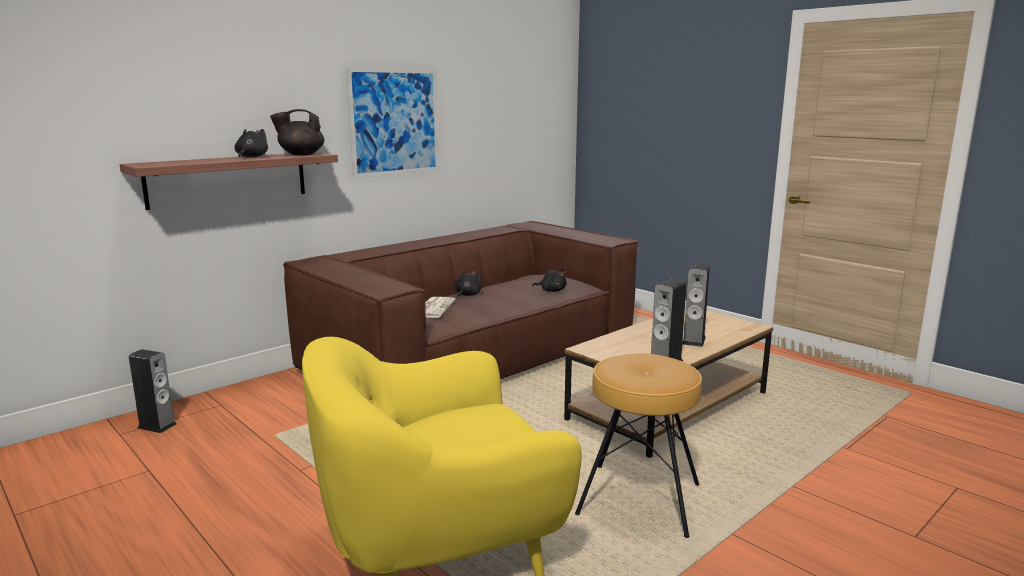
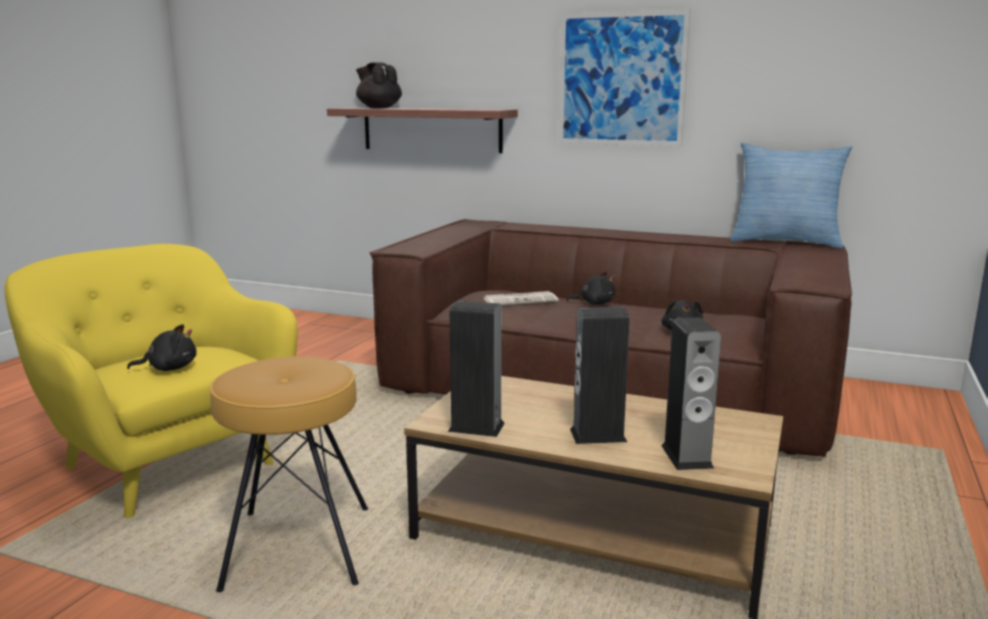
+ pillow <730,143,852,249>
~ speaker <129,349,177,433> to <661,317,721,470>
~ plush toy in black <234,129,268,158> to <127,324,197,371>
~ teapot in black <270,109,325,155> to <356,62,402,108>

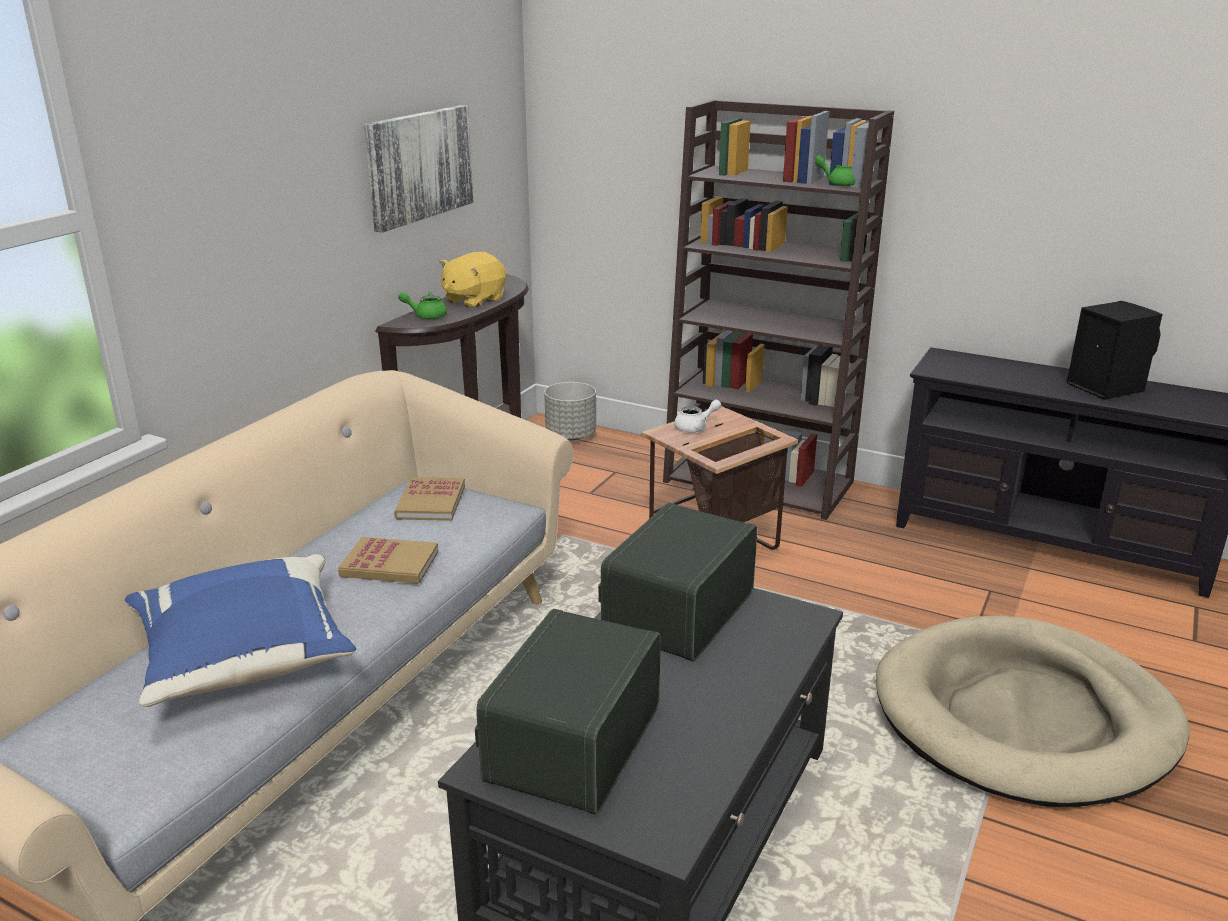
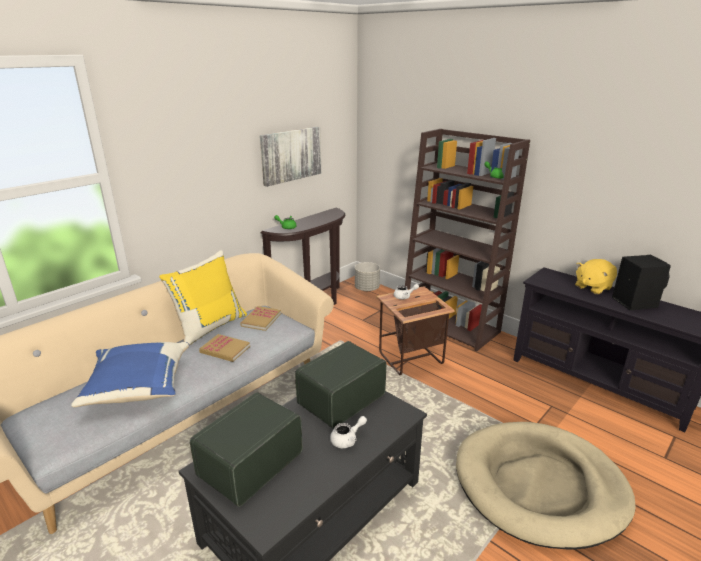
+ pillow in yellow <159,250,247,345>
+ teapot in white <330,416,367,448>
~ plush toy in yellow <440,252,506,308> to <575,259,617,294>

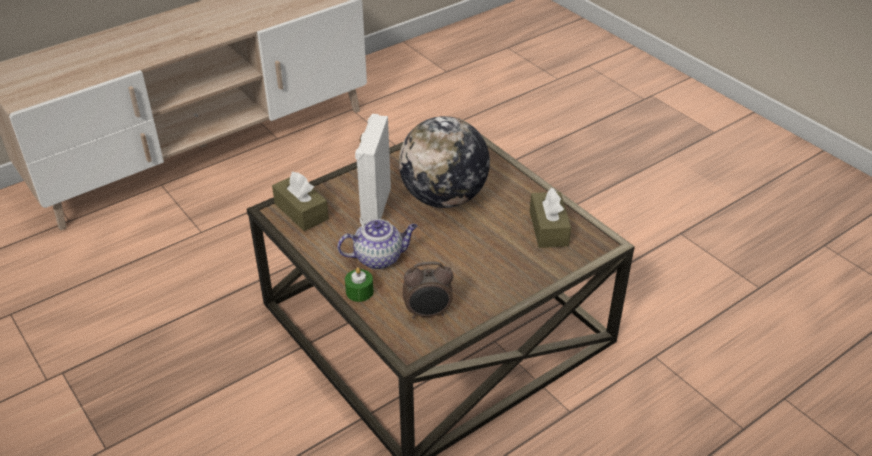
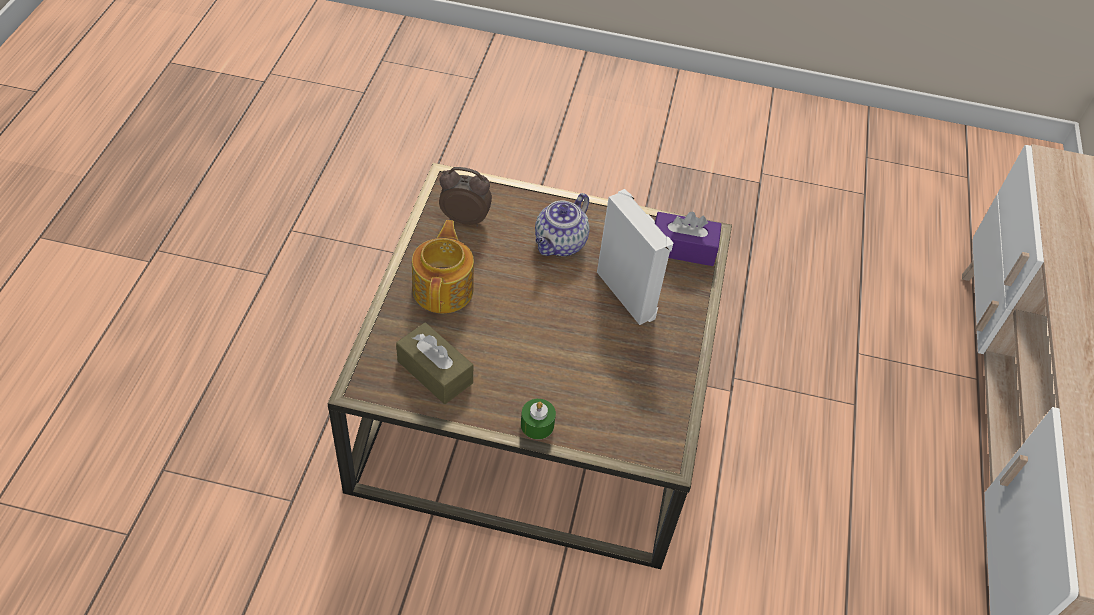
- globe <399,116,490,208>
+ teapot <412,220,474,314>
~ candle in green <345,267,374,302> to <521,399,556,439>
~ tissue box in brown <272,172,329,231> to tissue box in purple <655,211,722,266>
~ alarm clock <403,261,453,319> = <439,167,492,227> 60 degrees clockwise

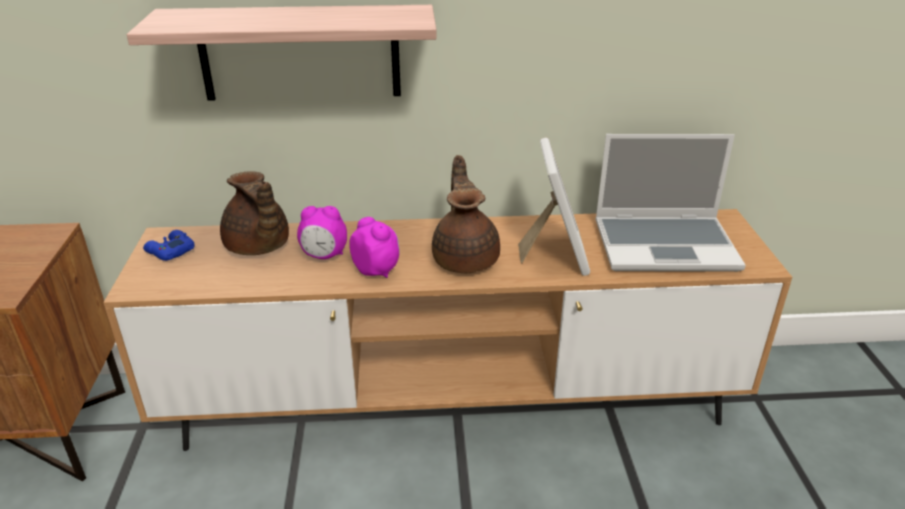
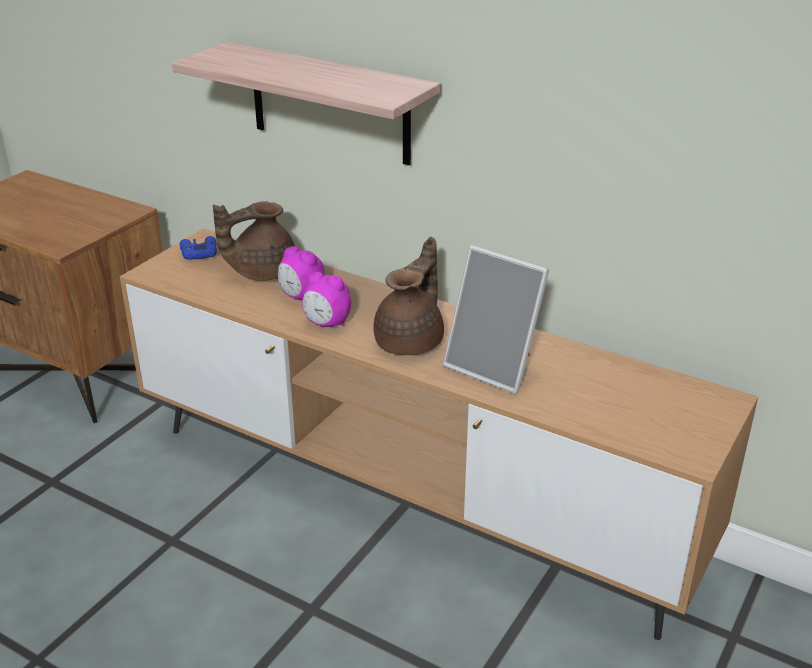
- laptop <595,134,746,272>
~ teapot in brown <220,171,289,255> = <213,201,295,281> 60 degrees clockwise
~ alarm clock <349,217,399,278> = <302,272,351,327> 120 degrees clockwise
~ picture frame <518,137,590,276> = <443,245,549,394> 90 degrees clockwise

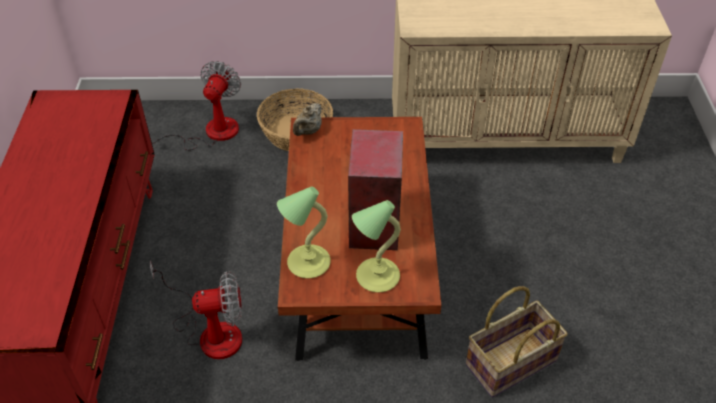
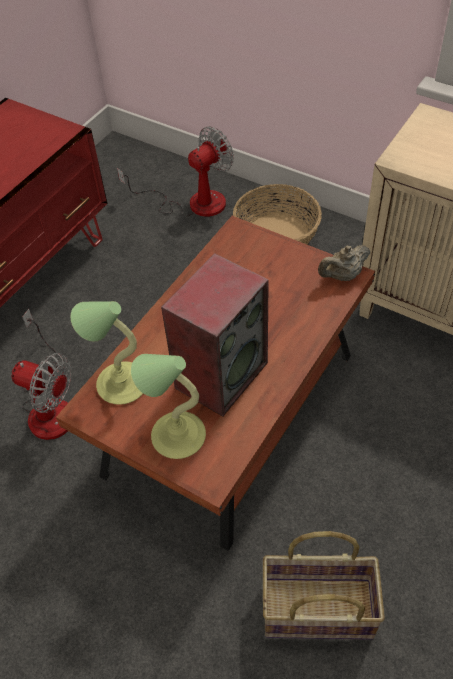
~ teapot in beige <293,103,322,136> to <318,245,370,281>

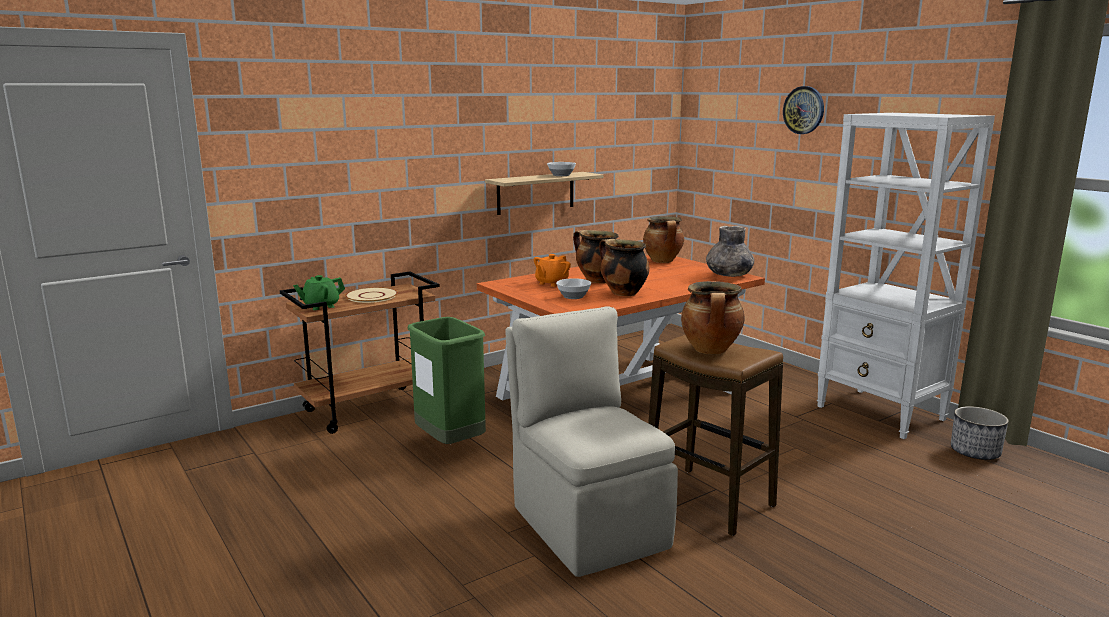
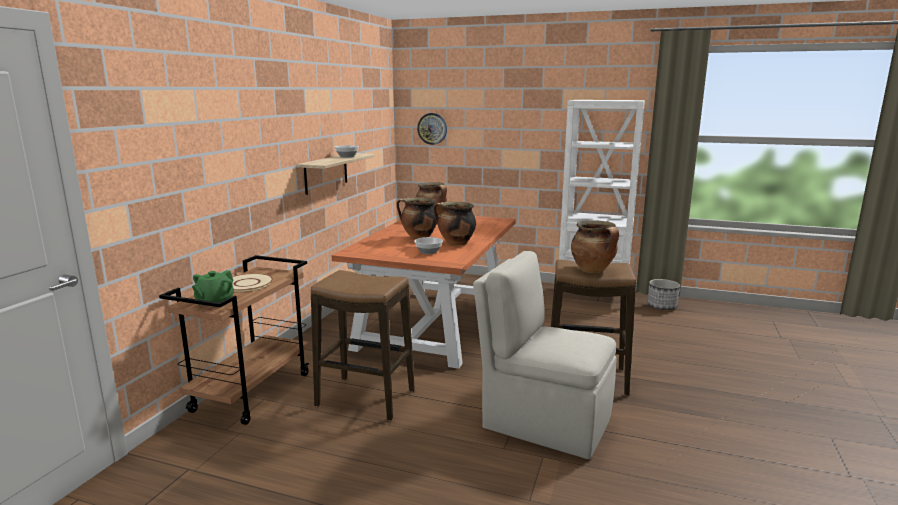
- teapot in orange <534,254,571,287>
- vase in grey <706,226,754,277>
~ wall clock <783,86,824,134> to <417,113,447,145>
~ trash can in green <407,317,486,444> to stool <311,270,415,420>

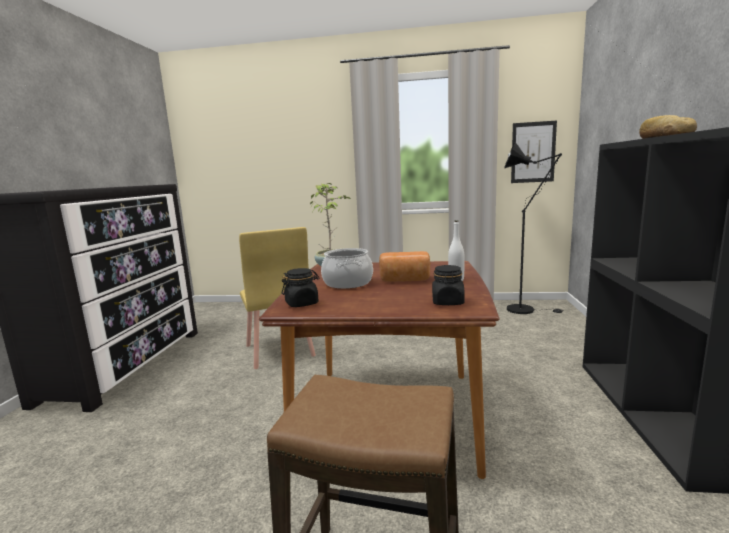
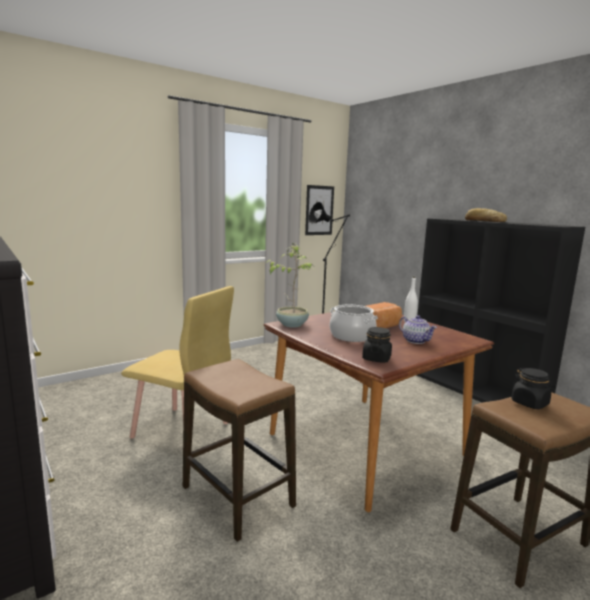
+ stool <183,359,296,542>
+ teapot <399,315,437,344>
~ jar in black <432,265,464,305> to <511,368,555,409>

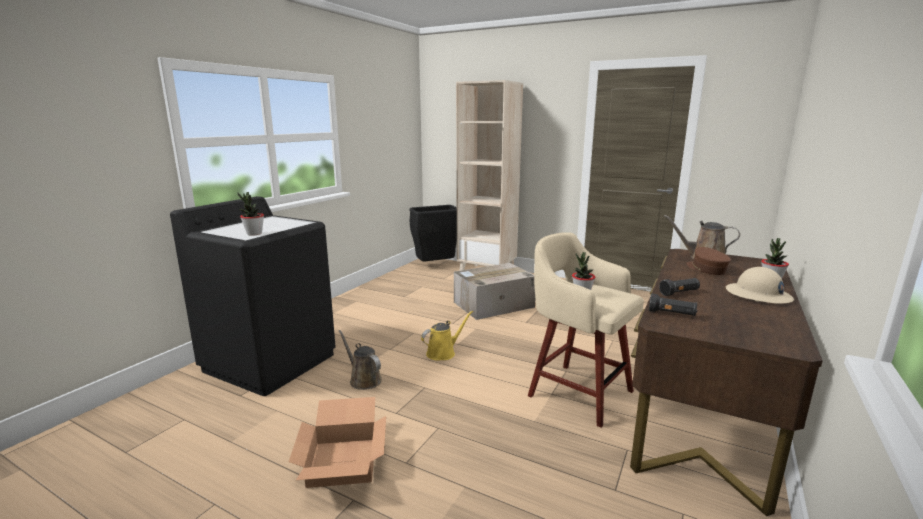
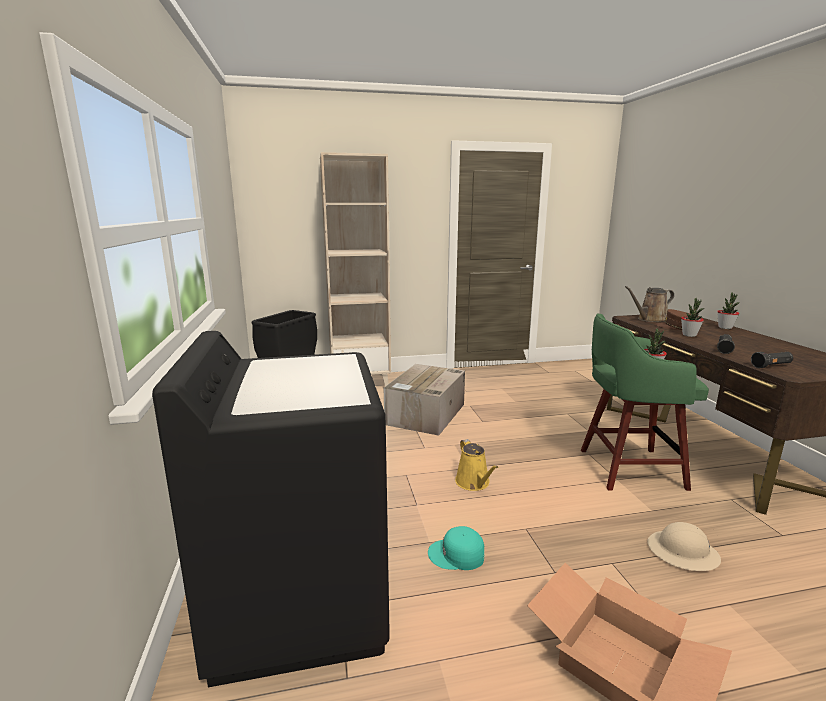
~ potted plant <238,192,264,236> to <681,298,704,337>
~ hard hat in beige <726,267,794,304> to <647,522,721,571>
~ watering can in brown <339,330,382,390> to cap in turquoise <428,526,484,570>
~ stool in beige <528,232,644,428> to stool in green <581,313,709,491>
~ watering can in yellow <421,311,473,361> = <455,439,498,491> 150 degrees clockwise

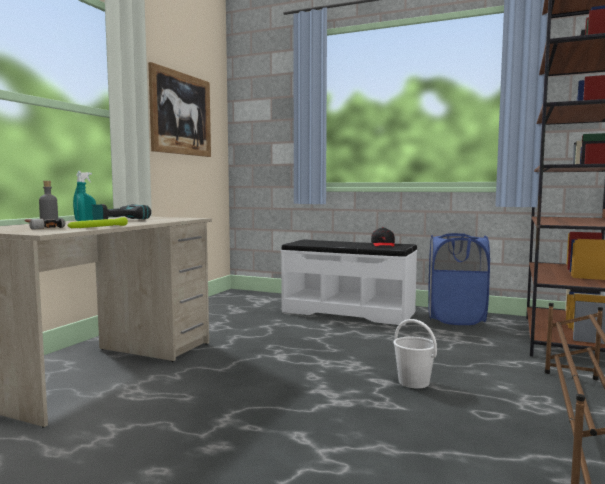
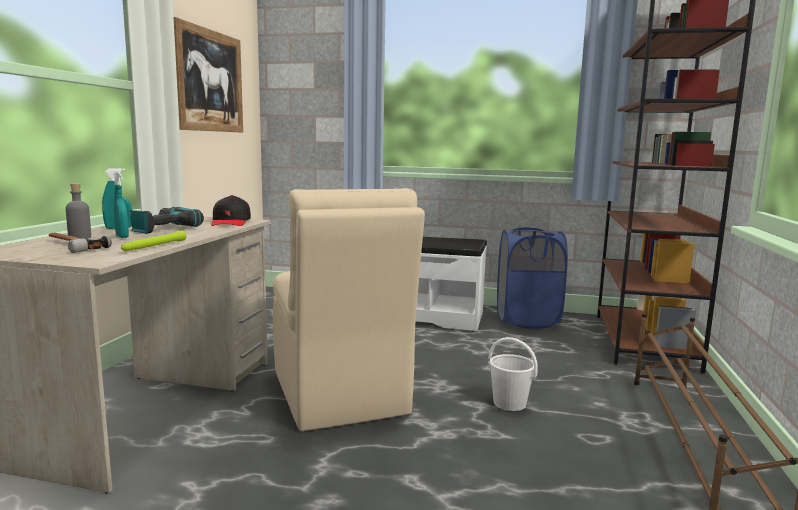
+ chair in beige <273,188,425,431>
~ cap in black <371,227,395,247> to <211,195,251,226>

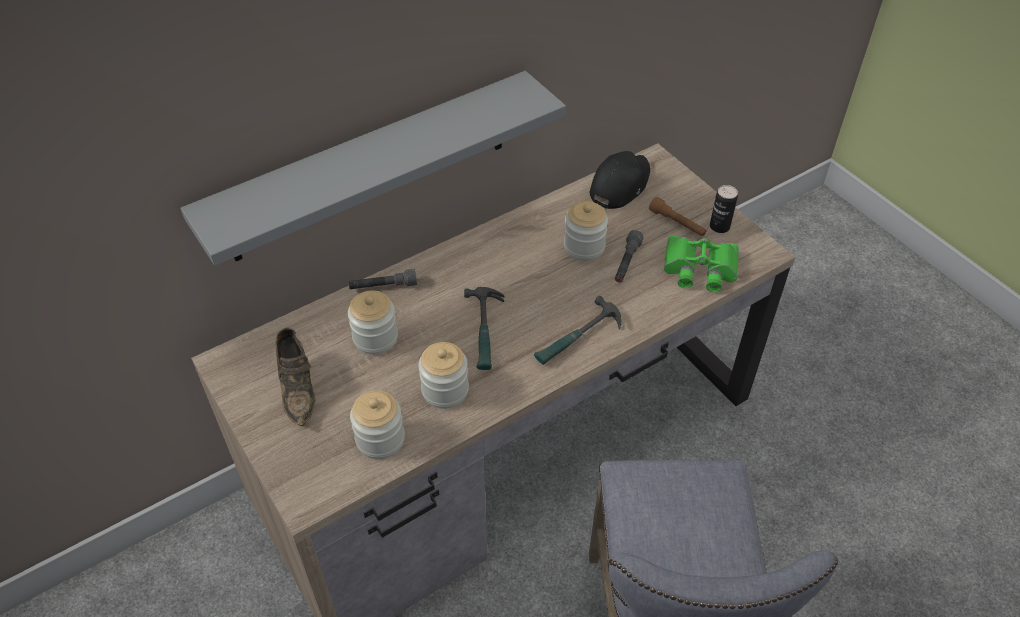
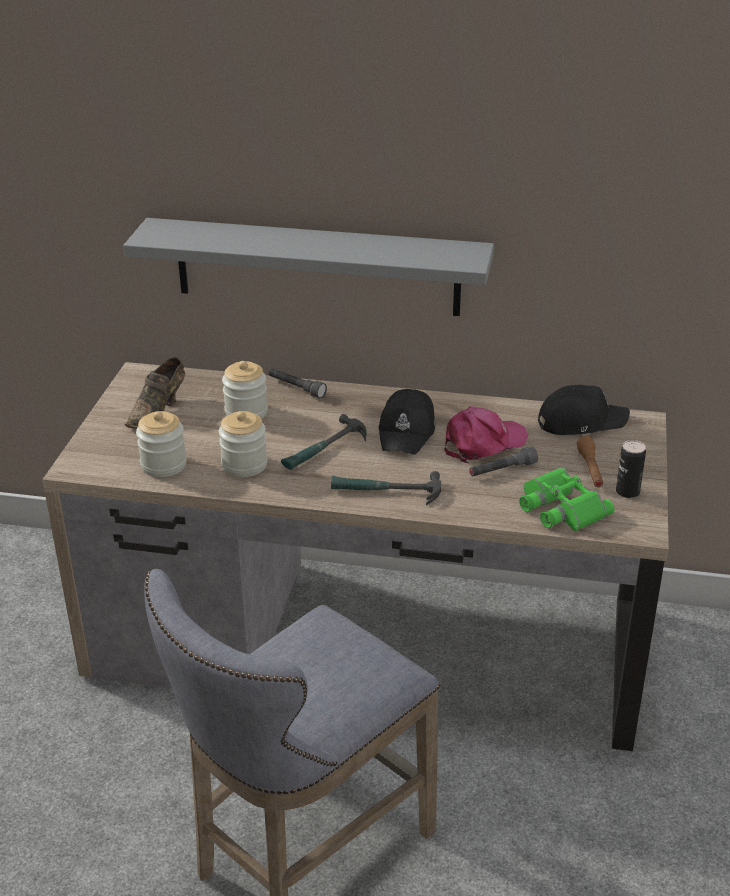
+ cap in black <378,389,435,454>
~ jar <564,201,608,261> to cap in pink <444,406,528,463>

